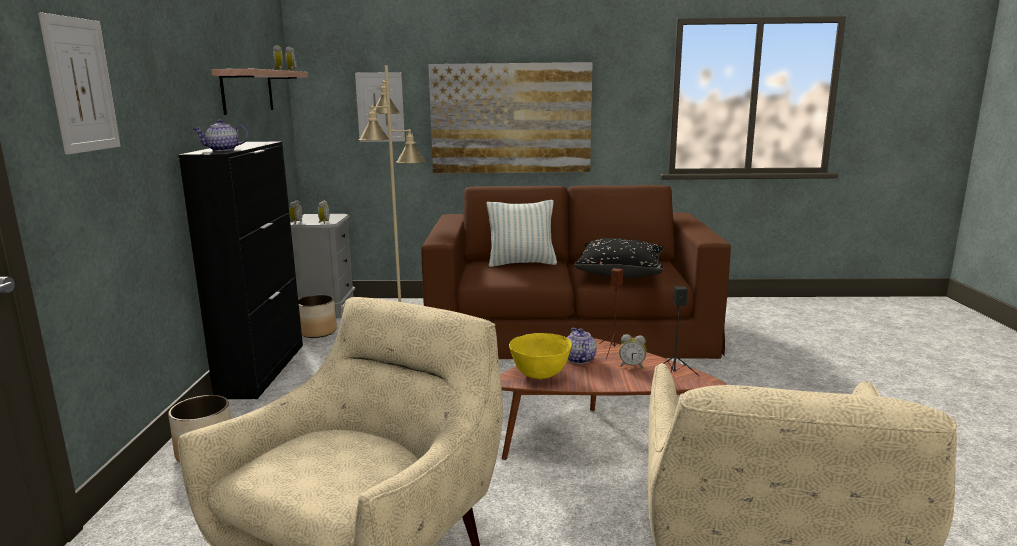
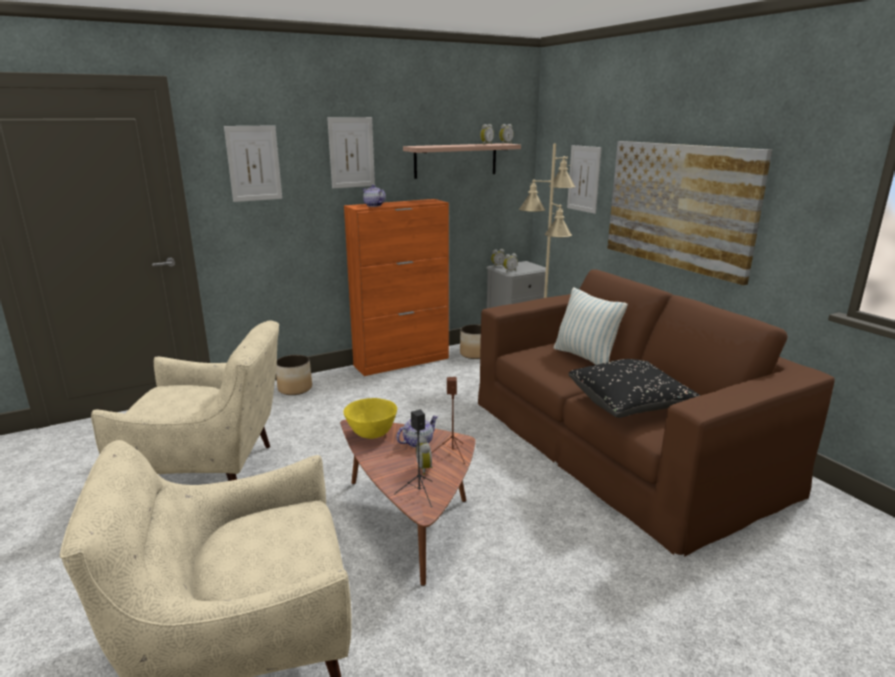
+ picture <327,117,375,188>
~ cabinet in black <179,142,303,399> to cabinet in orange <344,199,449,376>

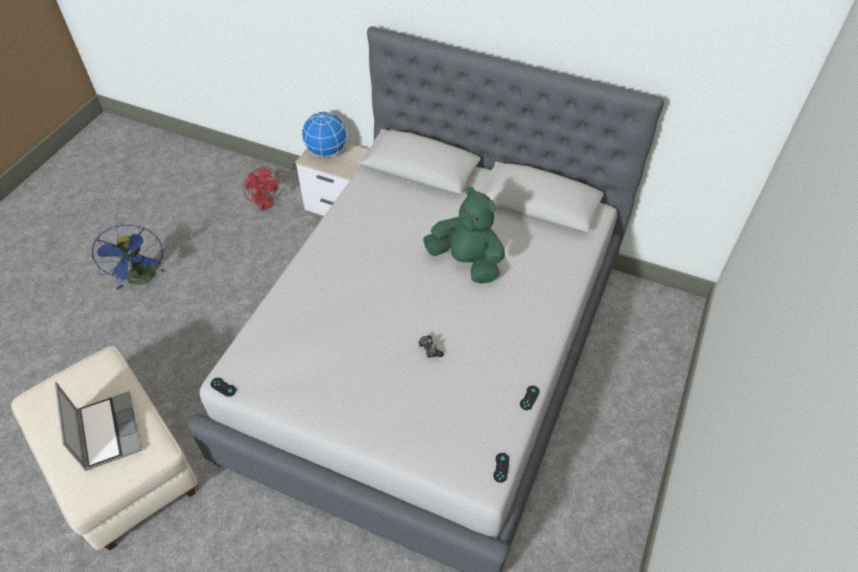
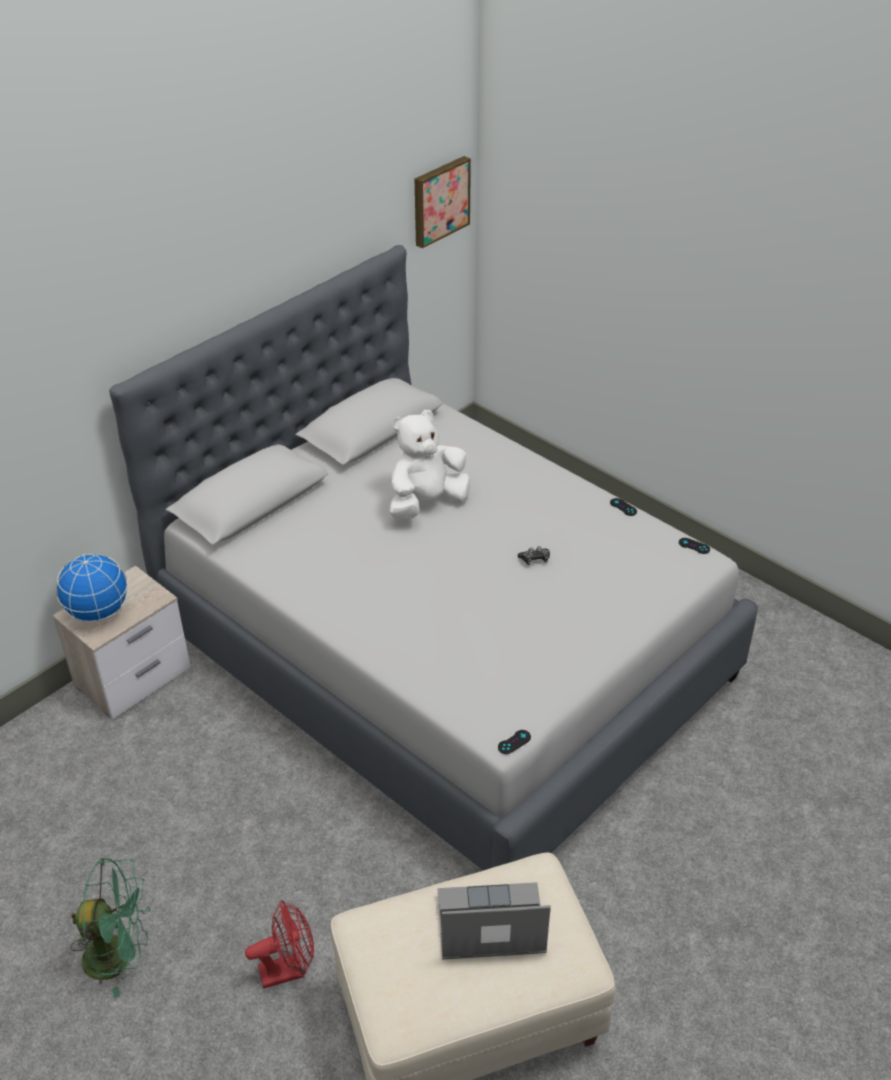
+ picture <415,156,471,248>
~ fan in red <243,167,279,211> to <245,900,314,988>
~ fan in blue <92,225,166,289> to fan in green <70,858,150,999>
~ plush toy in green <423,186,505,284> to plush toy in white <389,410,470,520>

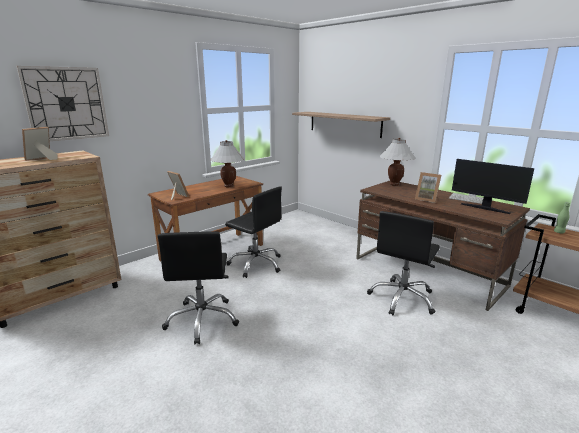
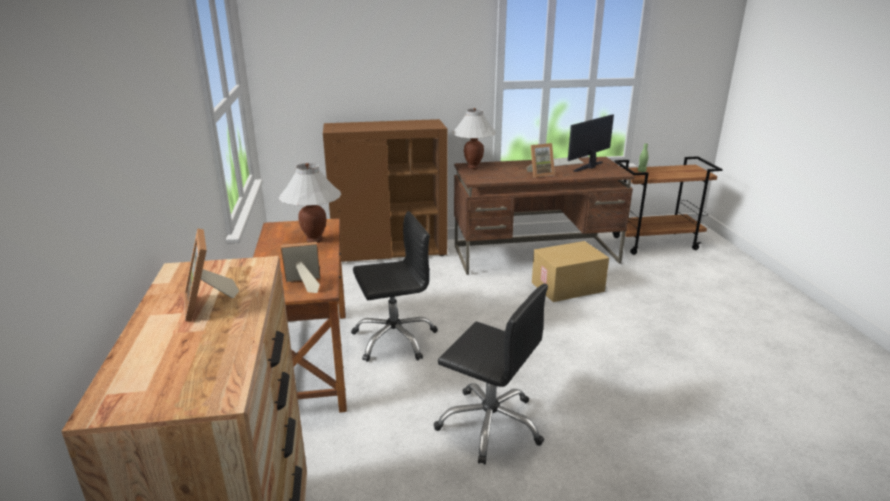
- wall clock <16,66,109,141>
- shelf <292,112,390,138>
+ cabinet in brown <323,119,448,262>
~ office chair in black <367,211,440,315> to cardboard box <532,241,609,302>
~ monitor <452,159,534,214> = <568,114,614,172> 150 degrees clockwise

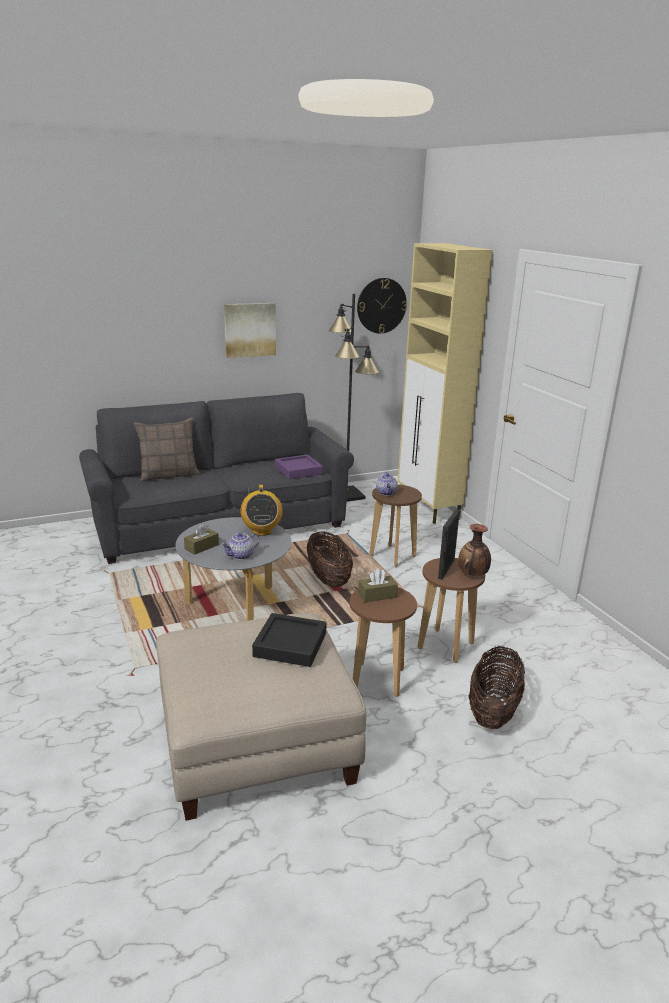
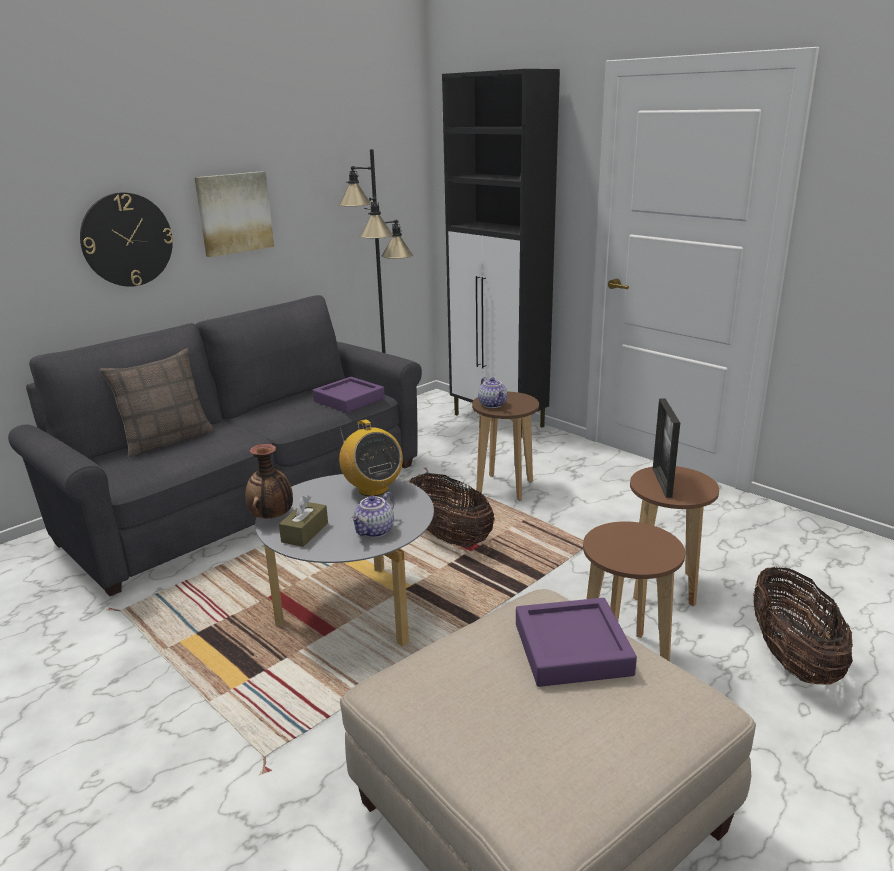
- tissue box in brown <358,568,398,602>
~ wall clock <357,278,407,334> to <80,193,173,287>
~ vase <458,524,491,576> to <245,444,293,519>
~ tray in black <252,613,326,667> to tray in purple <516,598,637,687>
~ cabinet in beige <398,243,493,524> to cabinet in black <442,69,560,437>

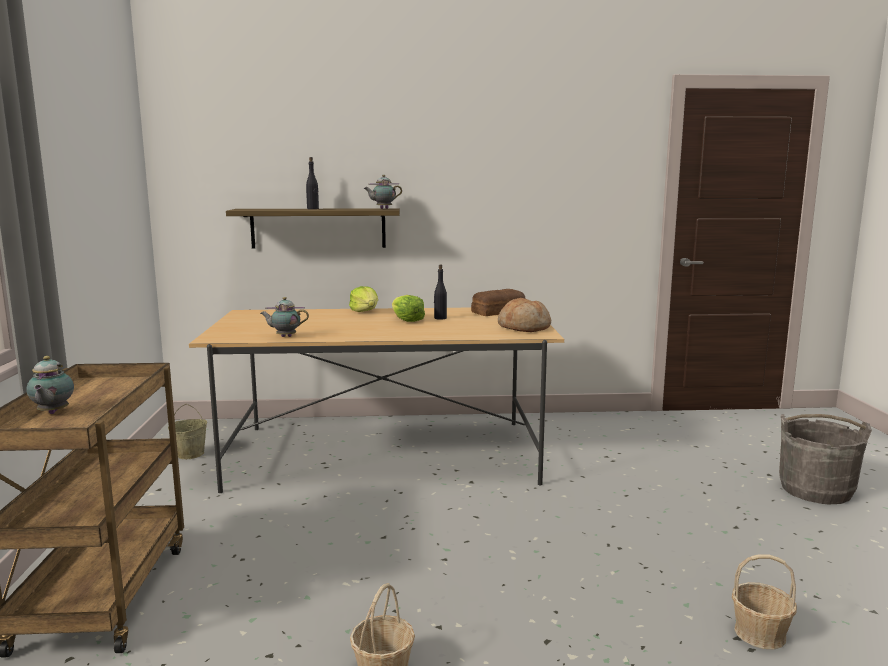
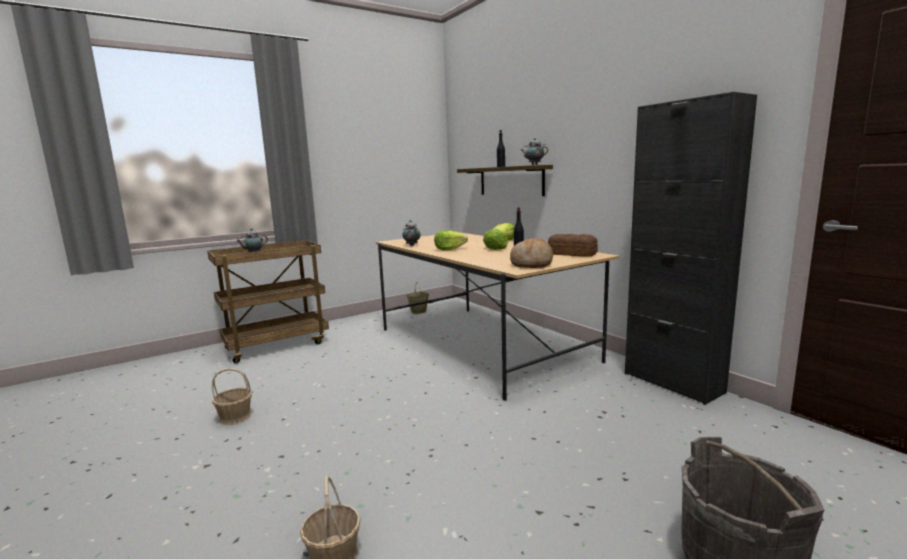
+ lettuce <434,230,468,251>
+ cabinet in black <625,92,757,405>

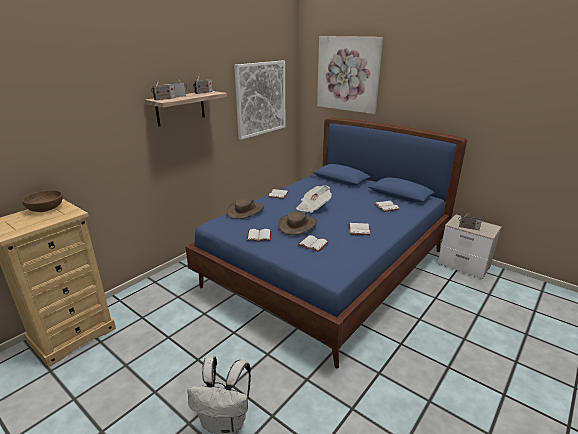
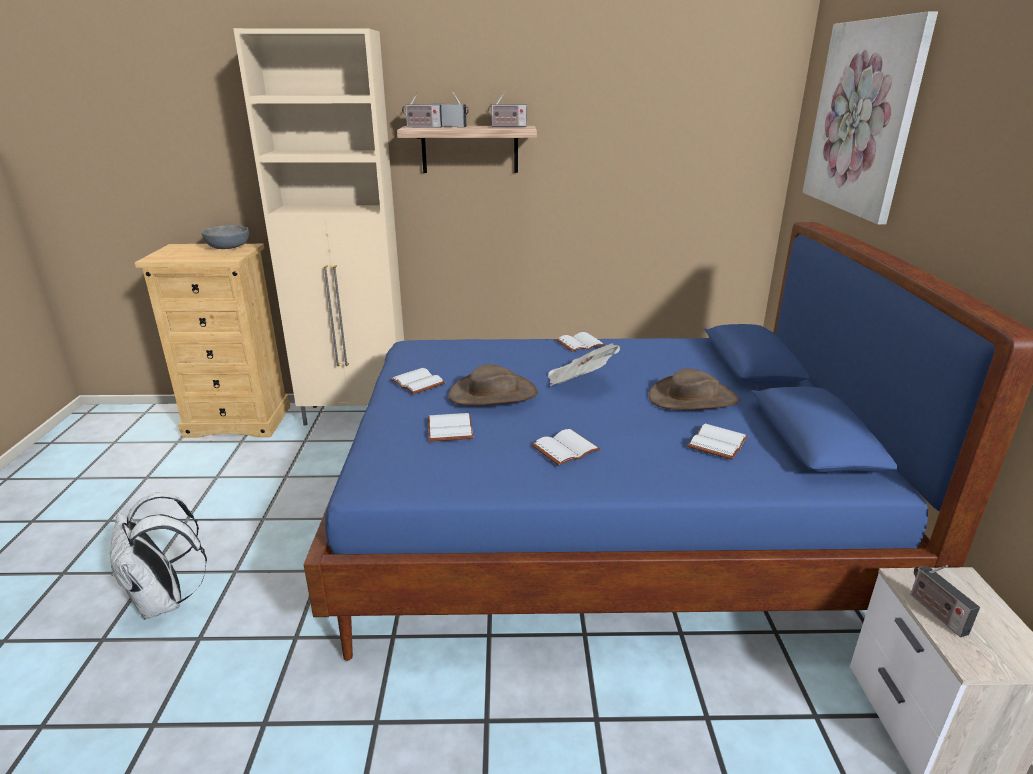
- picture <234,60,285,140>
+ cabinet in beige <233,28,404,425>
~ hat in brown <227,198,264,219> to <649,368,739,410>
~ bowl in brown <22,190,63,212> to bowl in grey <201,225,249,249>

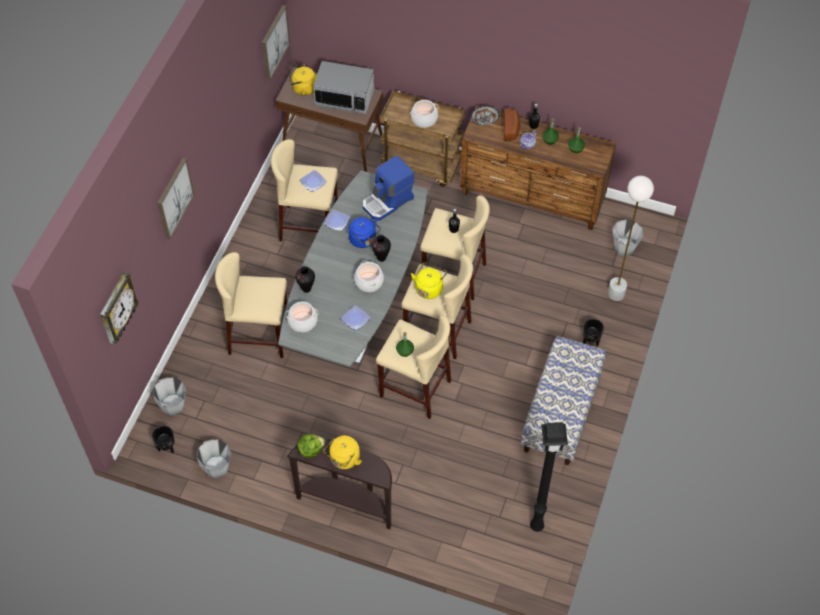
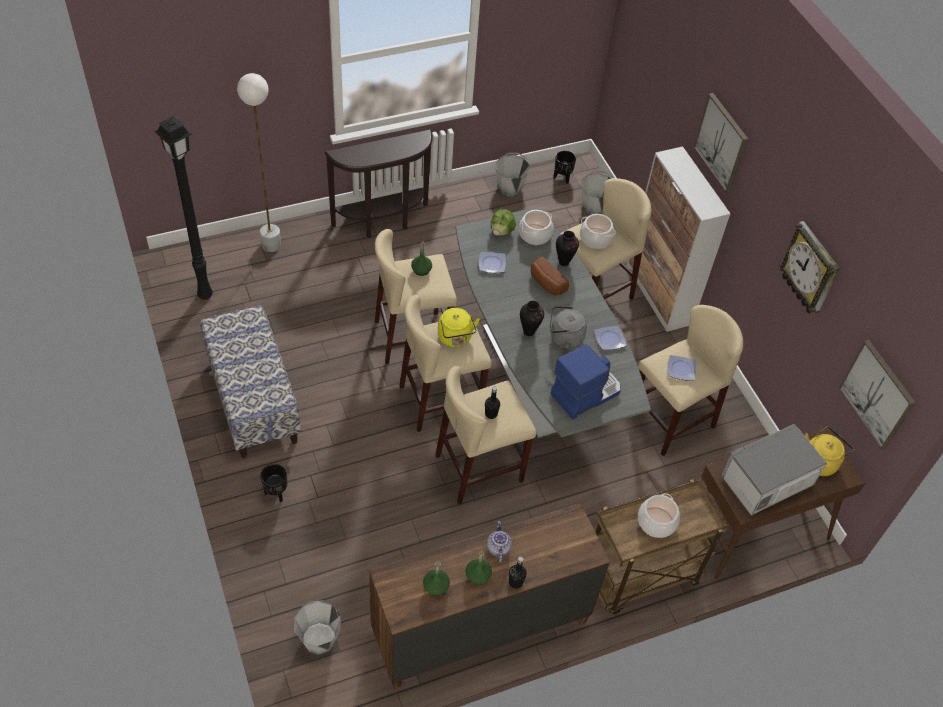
- kettle in yellow <323,436,362,469>
- bowl <471,106,499,125>
+ cabinet <627,146,730,332>
~ wall clock <100,271,139,344> to <779,221,840,313>
~ lettuce <297,434,325,458> to <491,209,516,236>
~ cooking pot <354,261,384,292> to <580,214,616,249>
~ bread <504,108,520,141> to <531,256,569,296>
~ floor lamp in white <608,176,654,301> to <237,73,281,252>
~ kettle in blue <348,217,381,248> to kettle in grey <550,306,587,349>
~ coffee machine <363,155,414,221> = <550,344,620,419> 45 degrees clockwise

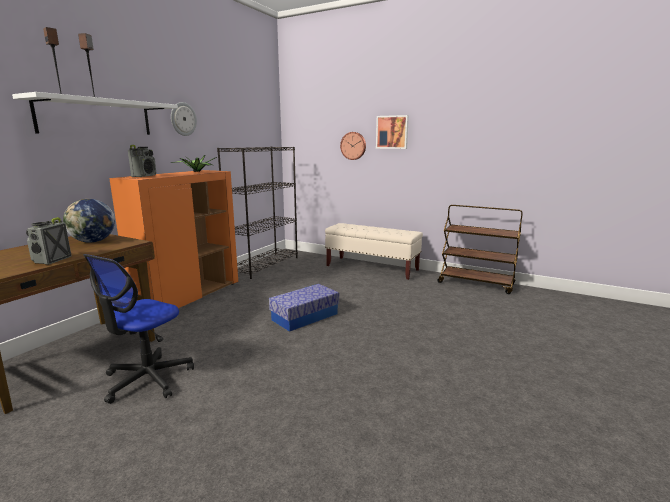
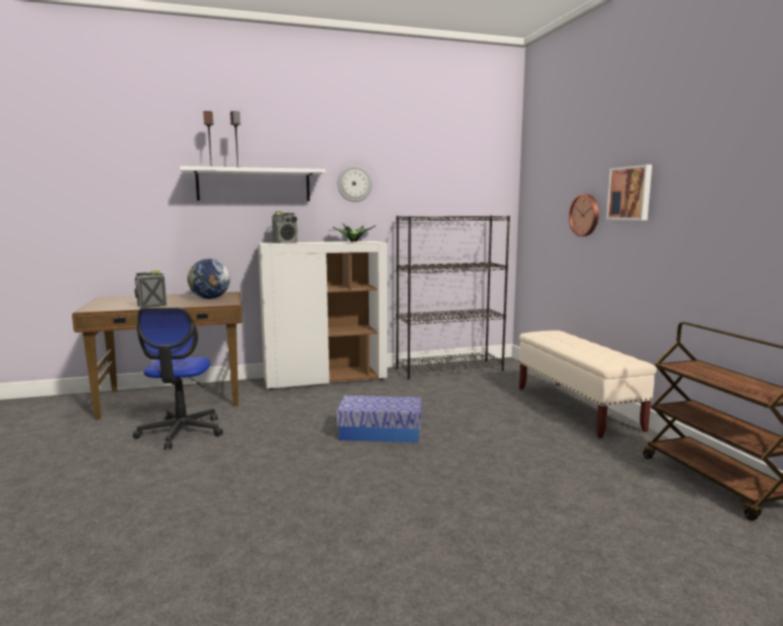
~ cabinet in orange <109,170,238,308> to cabinet in white <258,241,387,390>
~ office chair <83,254,194,404> = <133,308,223,449> 75 degrees counterclockwise

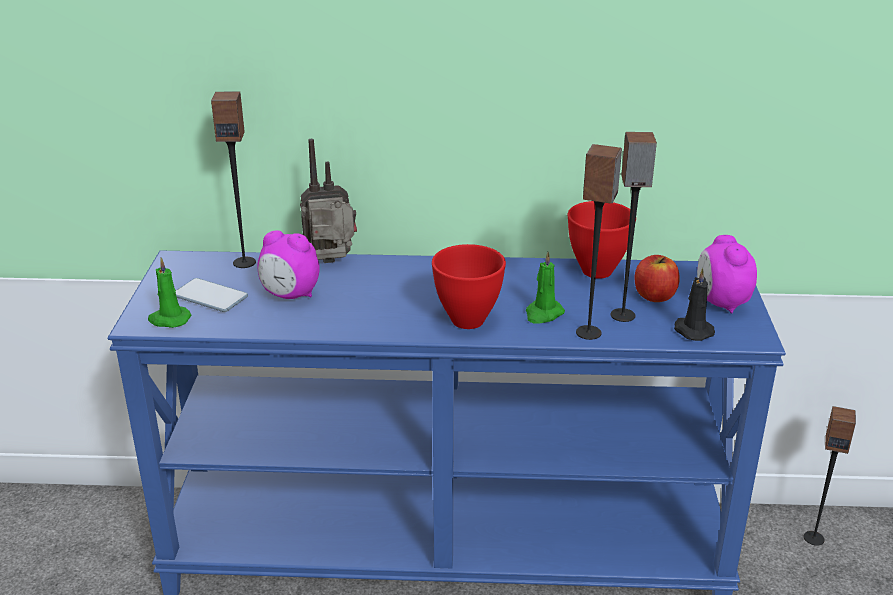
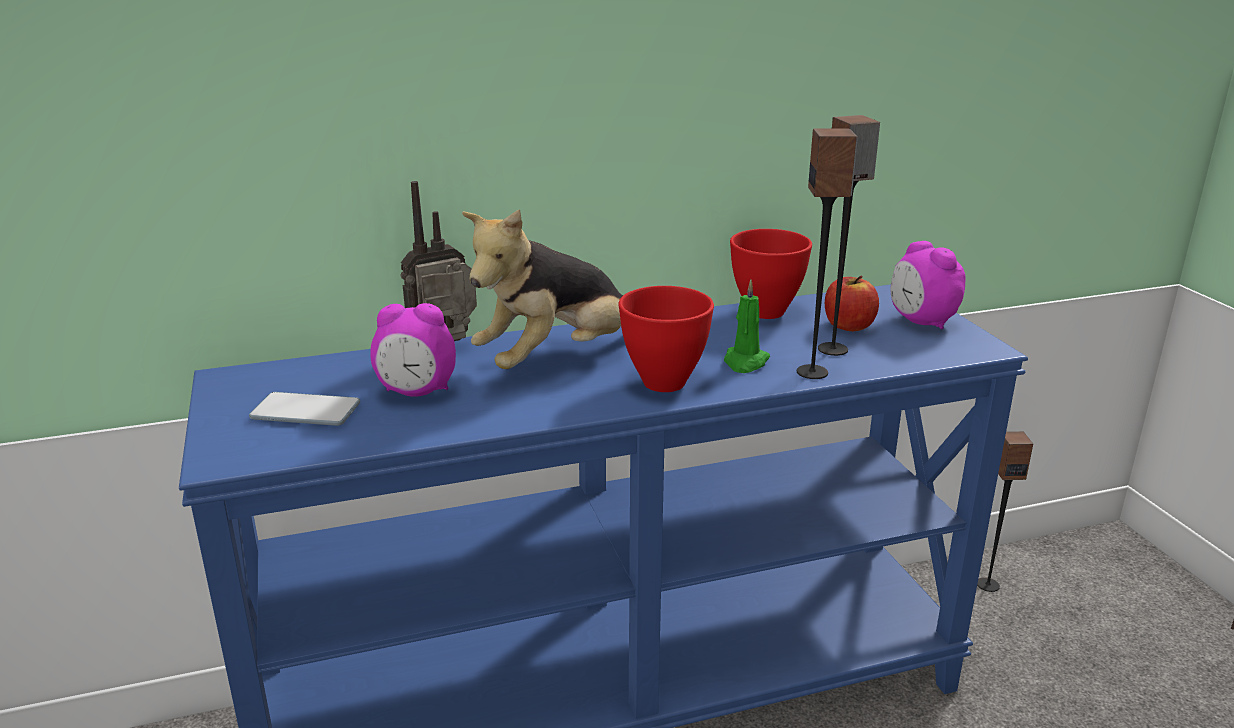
- candle in green <148,257,192,328>
- speaker <211,91,256,268>
- candle in black <674,268,715,341>
+ plush toy <462,209,623,369>

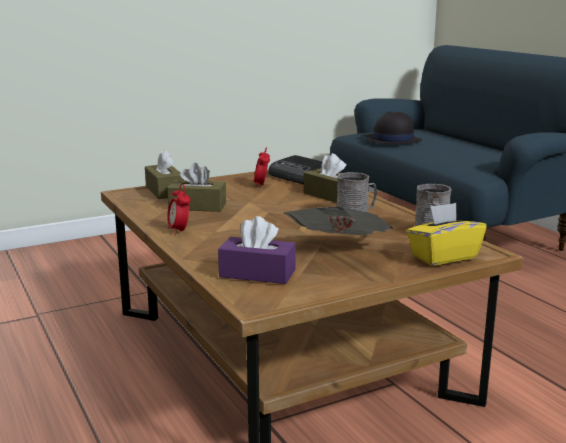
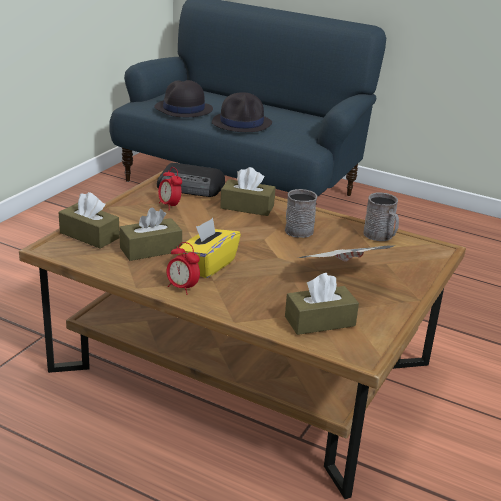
+ hat in black <212,92,272,132>
~ tissue box in yellow <406,203,487,266> to <178,218,241,278>
~ tissue box in purple <218,216,296,284> to tissue box in brown <285,273,359,335>

